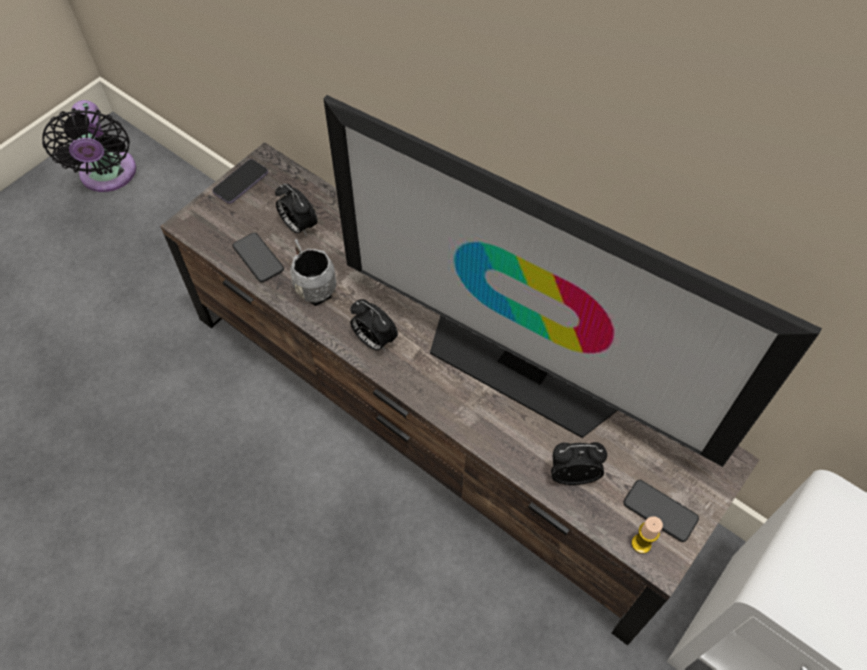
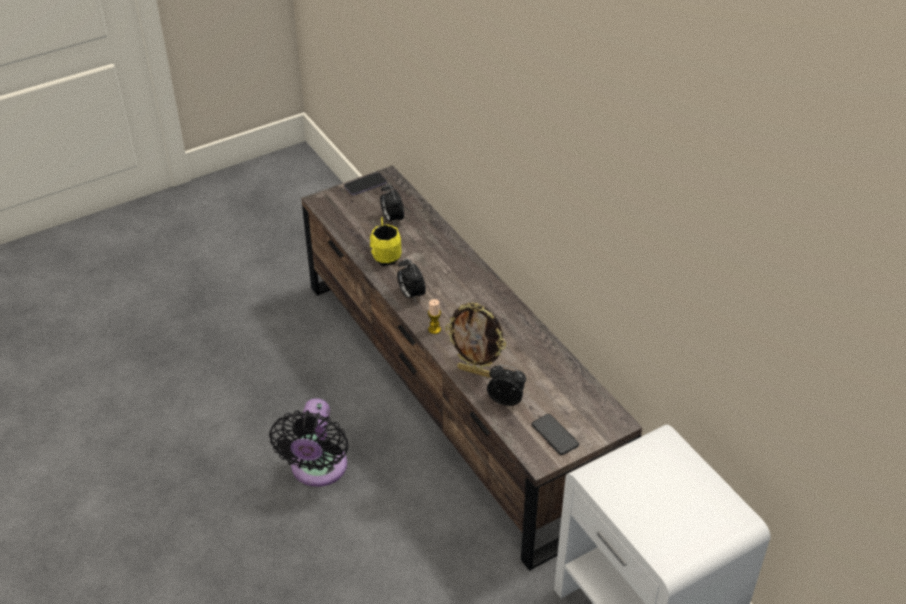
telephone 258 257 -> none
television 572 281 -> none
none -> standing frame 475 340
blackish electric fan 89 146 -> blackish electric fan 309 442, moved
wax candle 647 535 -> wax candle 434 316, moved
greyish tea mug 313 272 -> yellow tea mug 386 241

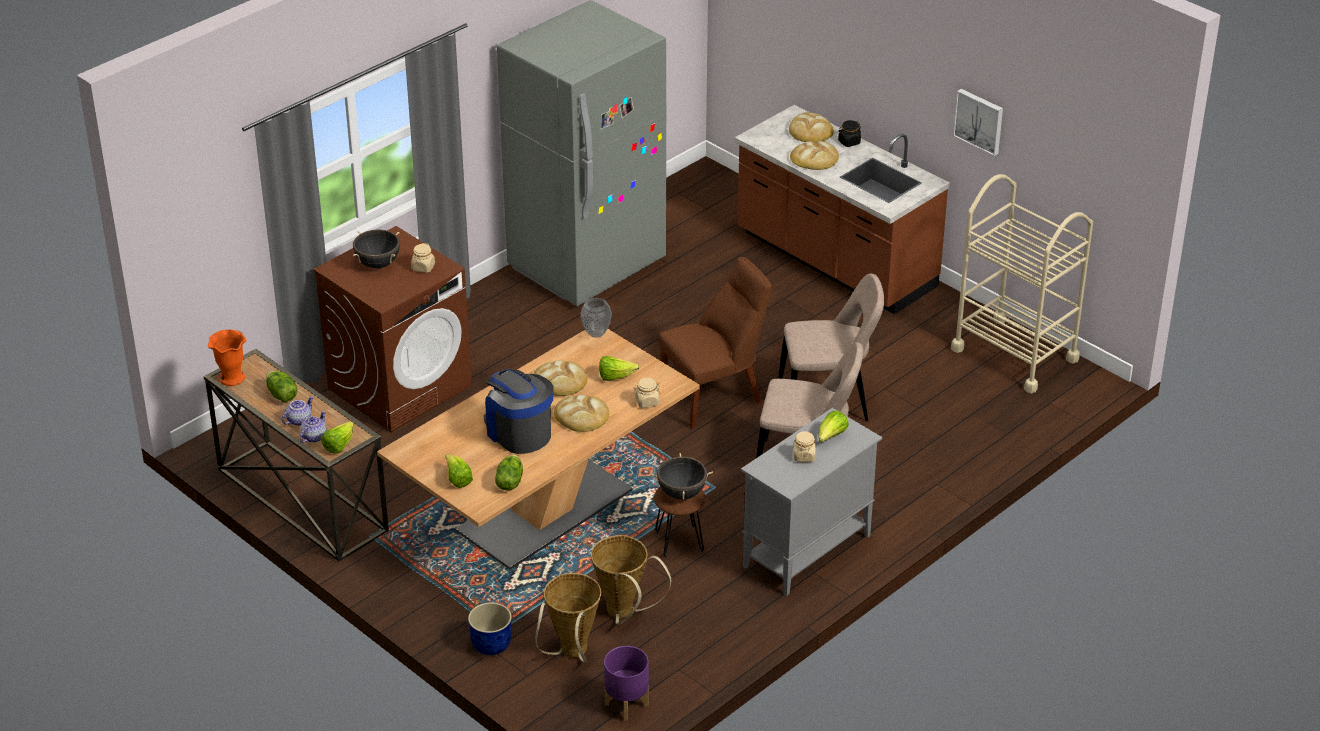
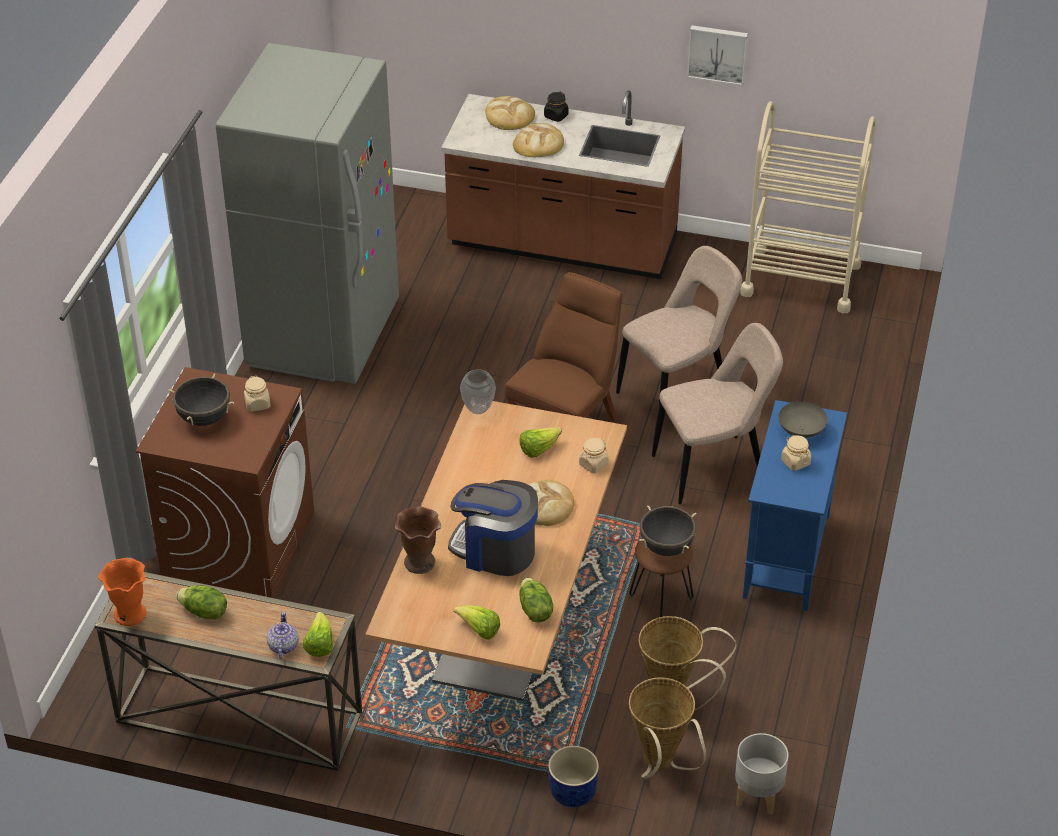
tea pot 298 411 -> none
bakery bread 561 378 -> none
none -> brown vase 418 540
lettuce head 834 427 -> greyish deep dish 803 419
purple flower pot 626 683 -> greyish flower pot 762 774
greyish cabinet 811 502 -> bluish cabinet 795 505

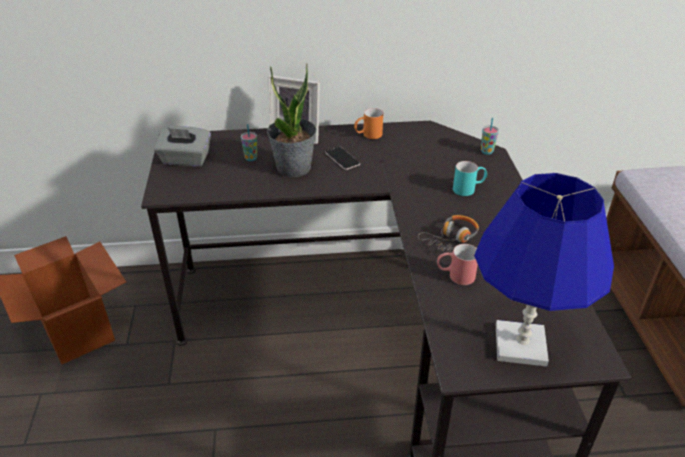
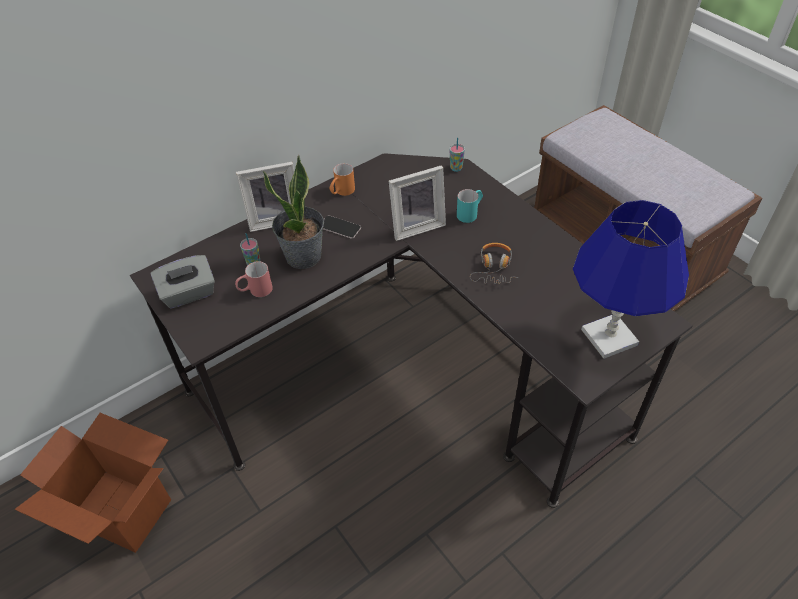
none -> standing frame 417 203
red-coloured tea mug 457 264 -> red-coloured tea mug 254 279, moved

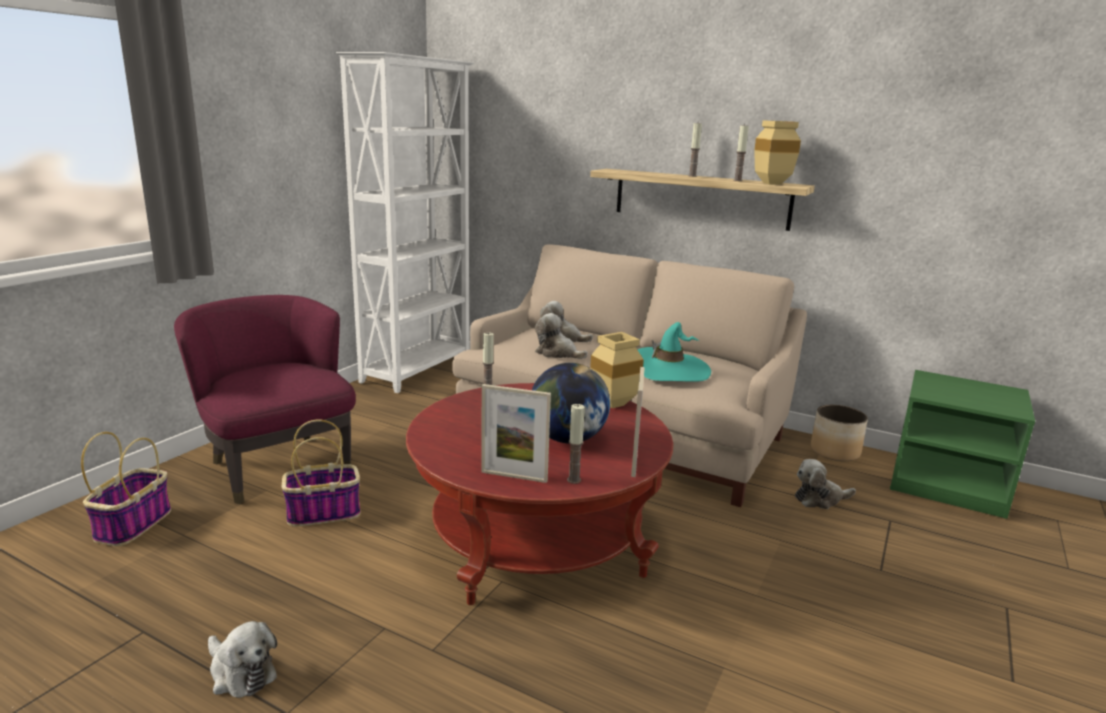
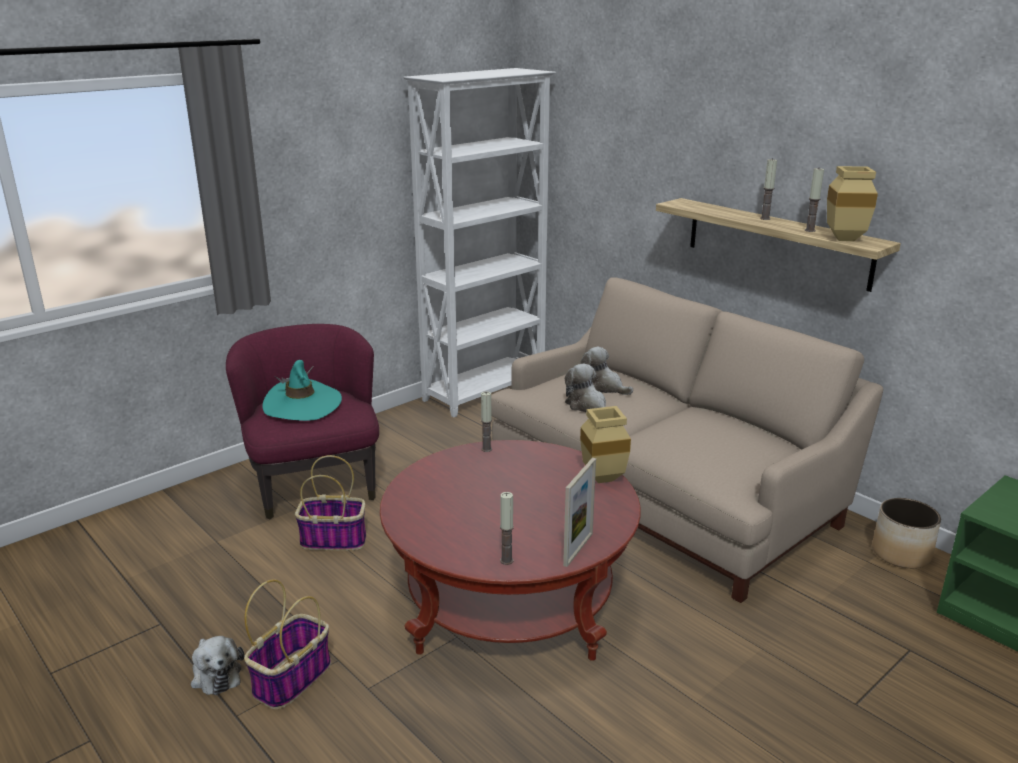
standing frame 516 433 -> none
globe 571 403 -> none
plush toy 825 484 -> none
household basket 126 489 -> household basket 287 644, moved
turquoise hat 674 351 -> turquoise hat 302 390, moved

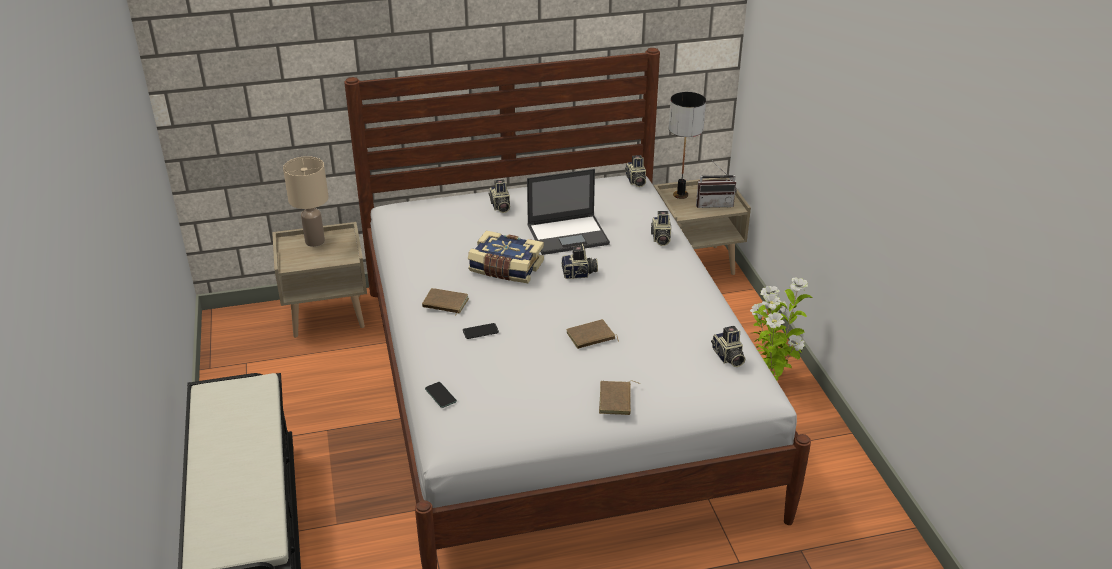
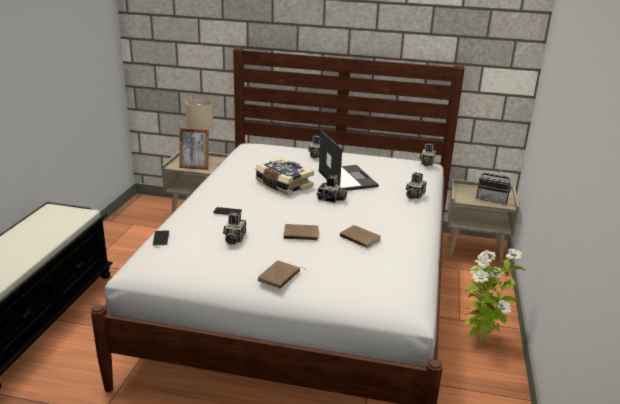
table lamp 687 145 -> none
none -> standing frame 194 149
brown book 445 302 -> brown book 360 236, moved
still camera 728 346 -> still camera 234 228, moved
laptop 568 212 -> laptop 348 160, 120 degrees counterclockwise

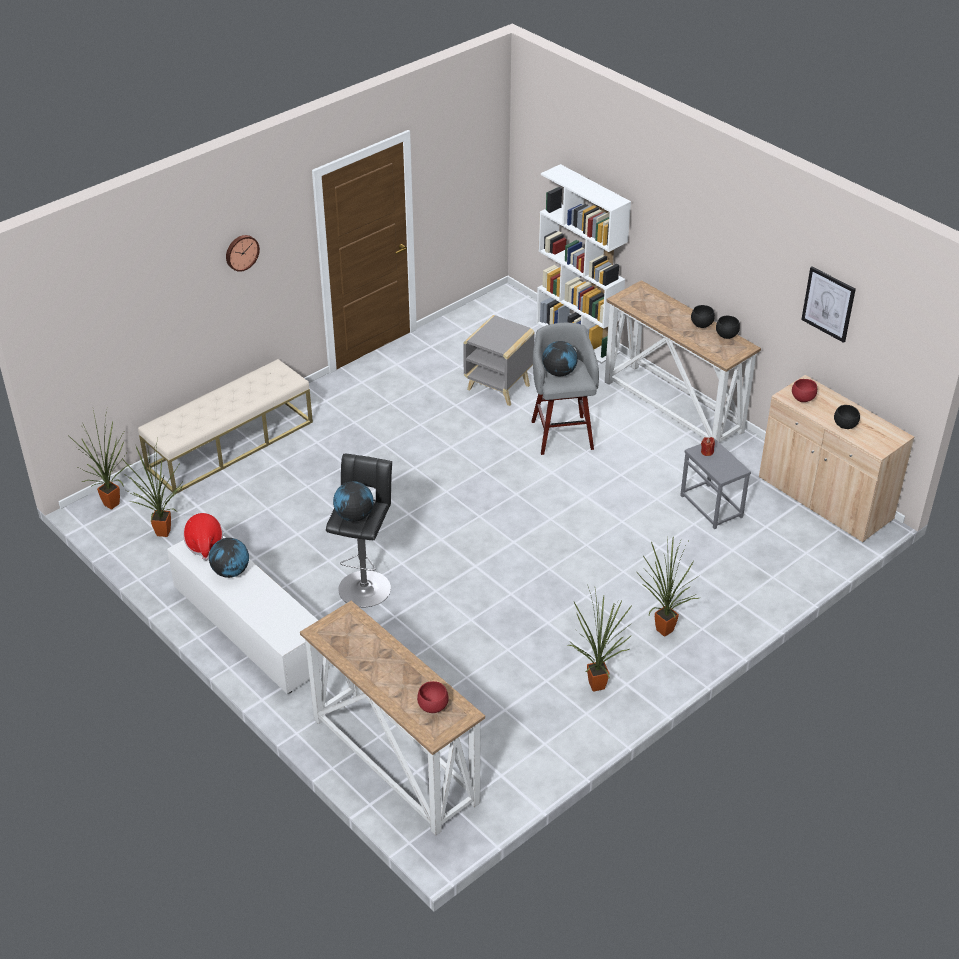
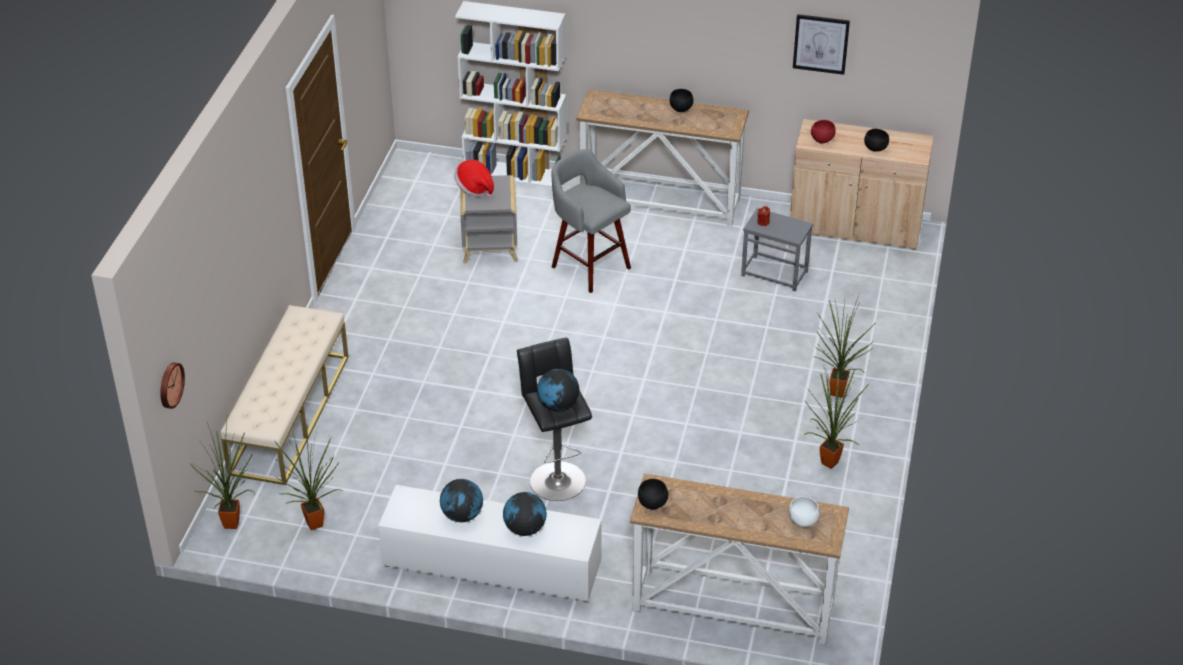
hat 203 537 -> hat 474 179, moved
clock on the wall 243 253 -> clock on the wall 172 385, moved
globe 560 358 -> globe 525 514, moved
blackish deep dish 728 327 -> blackish deep dish 653 494, moved
red-coloured deep dish 433 697 -> whitish deep dish 804 511

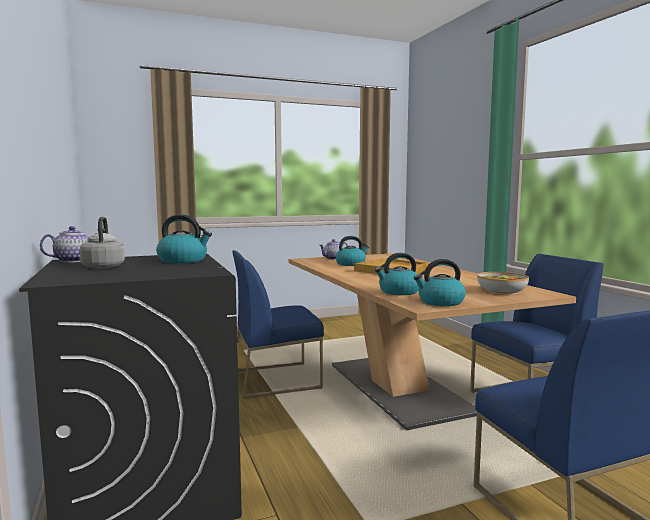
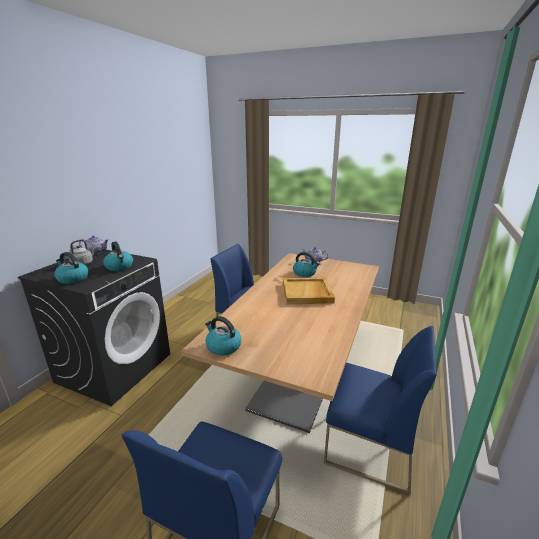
deep dish 503 283 -> none
kettle 397 274 -> kettle 71 268, moved

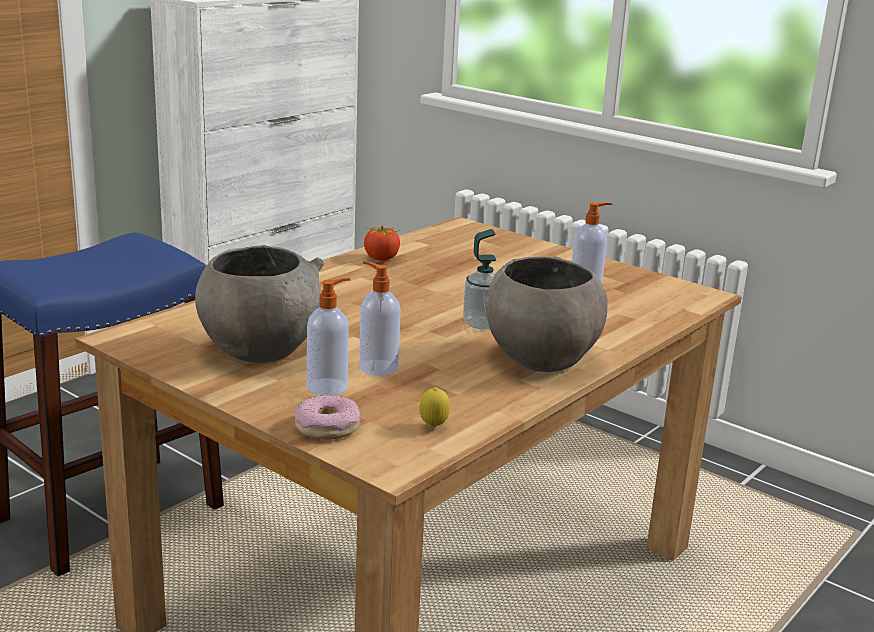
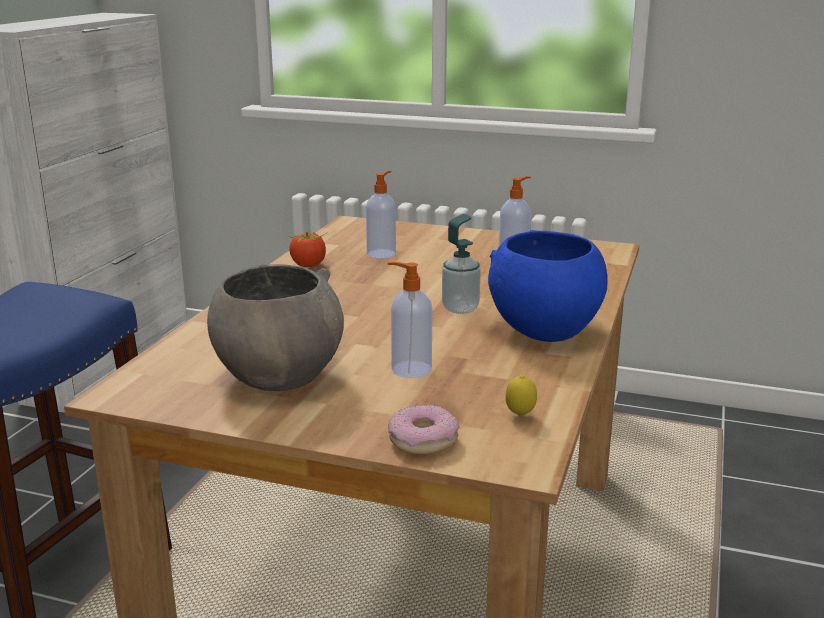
liquid soap bottle 328 337 -> liquid soap bottle 381 214, moved
greyish deep dish 546 314 -> bluish deep dish 548 286

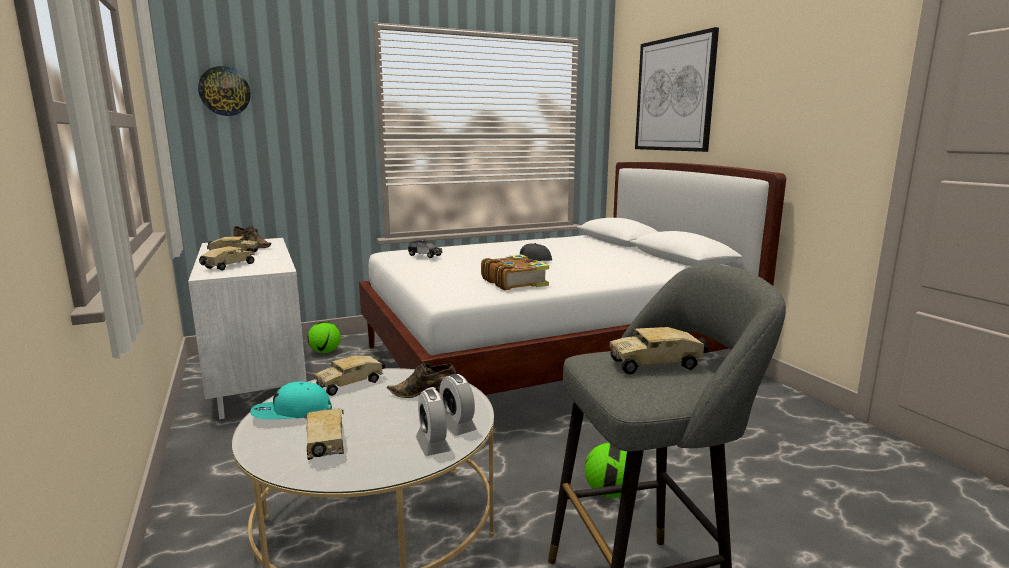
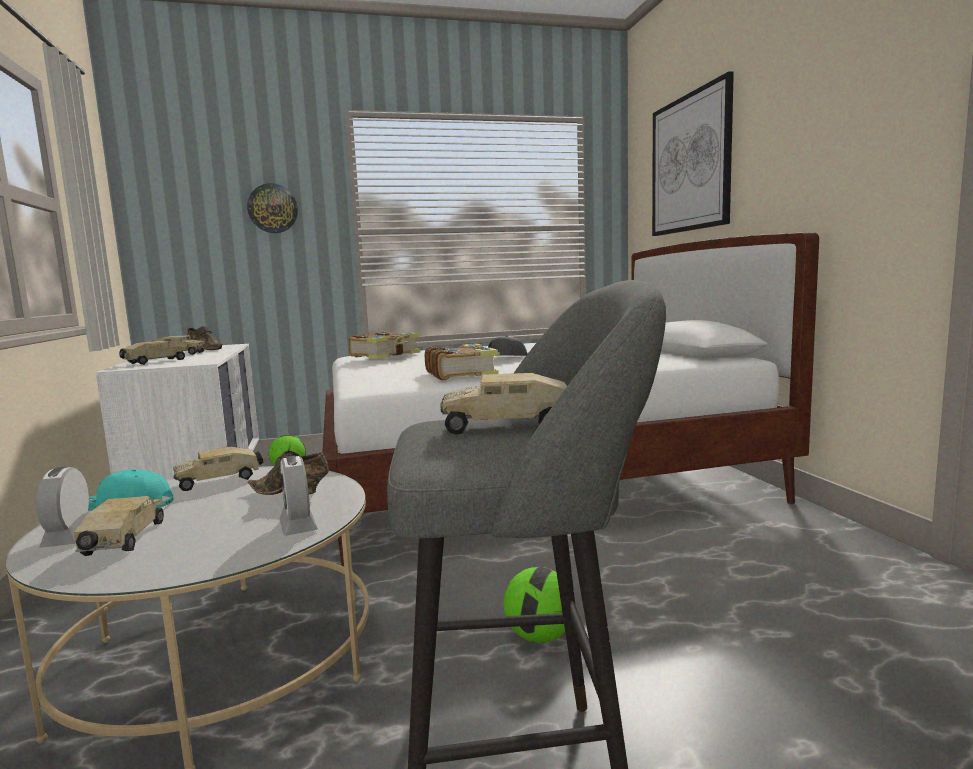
clock on the wall 224 91 -> clock on the wall 272 208, moved
table clock 433 422 -> table clock 62 507, moved
toy car 425 248 -> book 384 345

